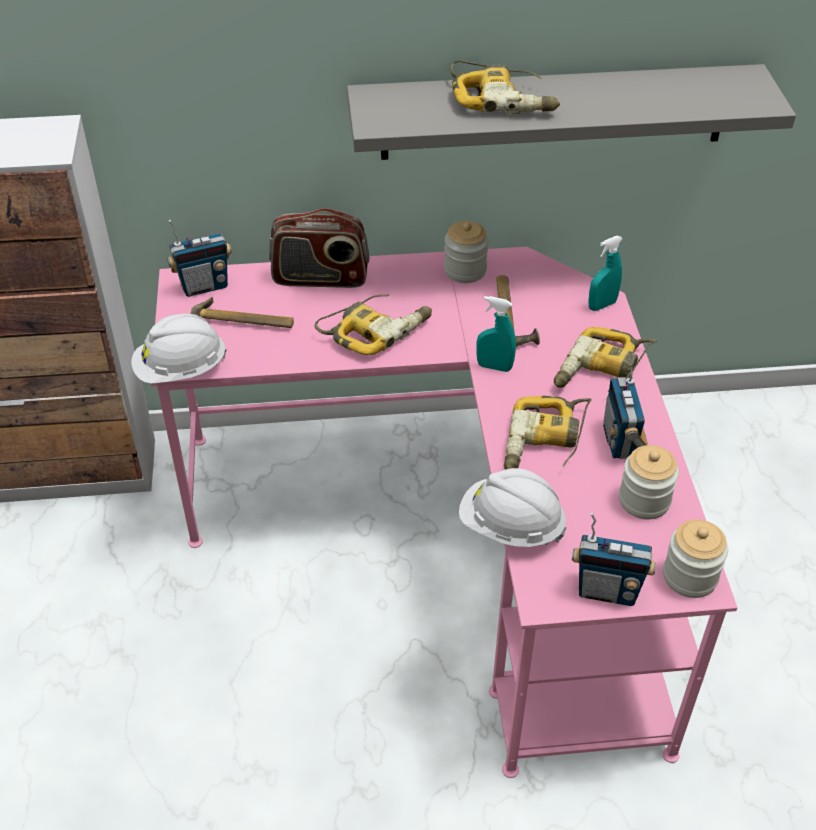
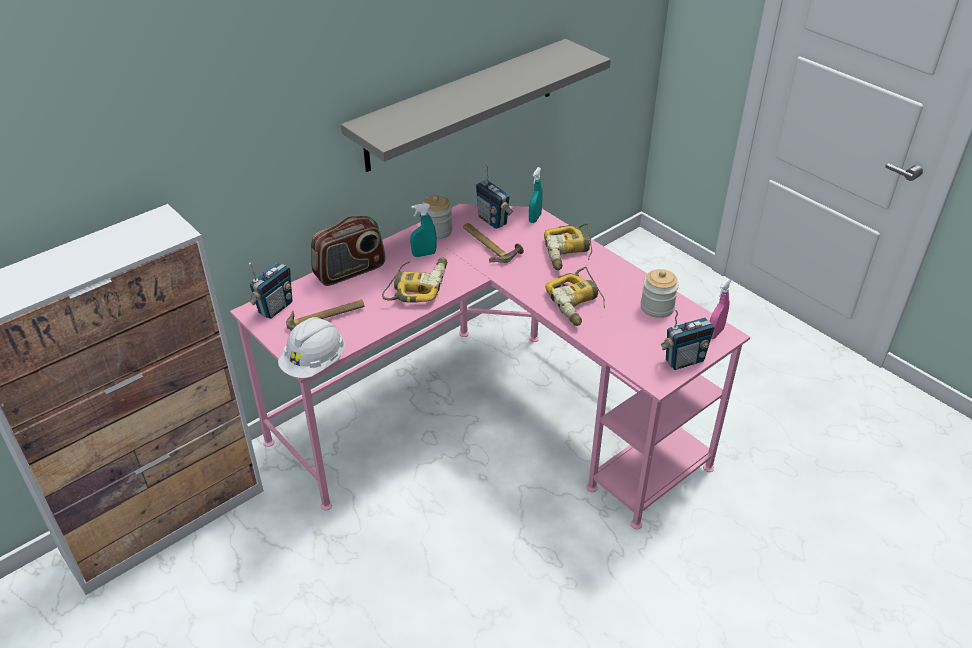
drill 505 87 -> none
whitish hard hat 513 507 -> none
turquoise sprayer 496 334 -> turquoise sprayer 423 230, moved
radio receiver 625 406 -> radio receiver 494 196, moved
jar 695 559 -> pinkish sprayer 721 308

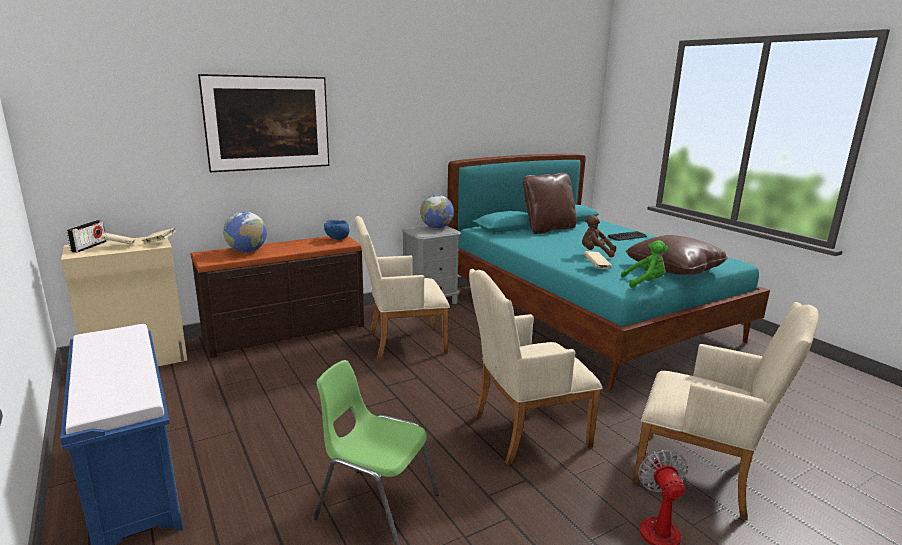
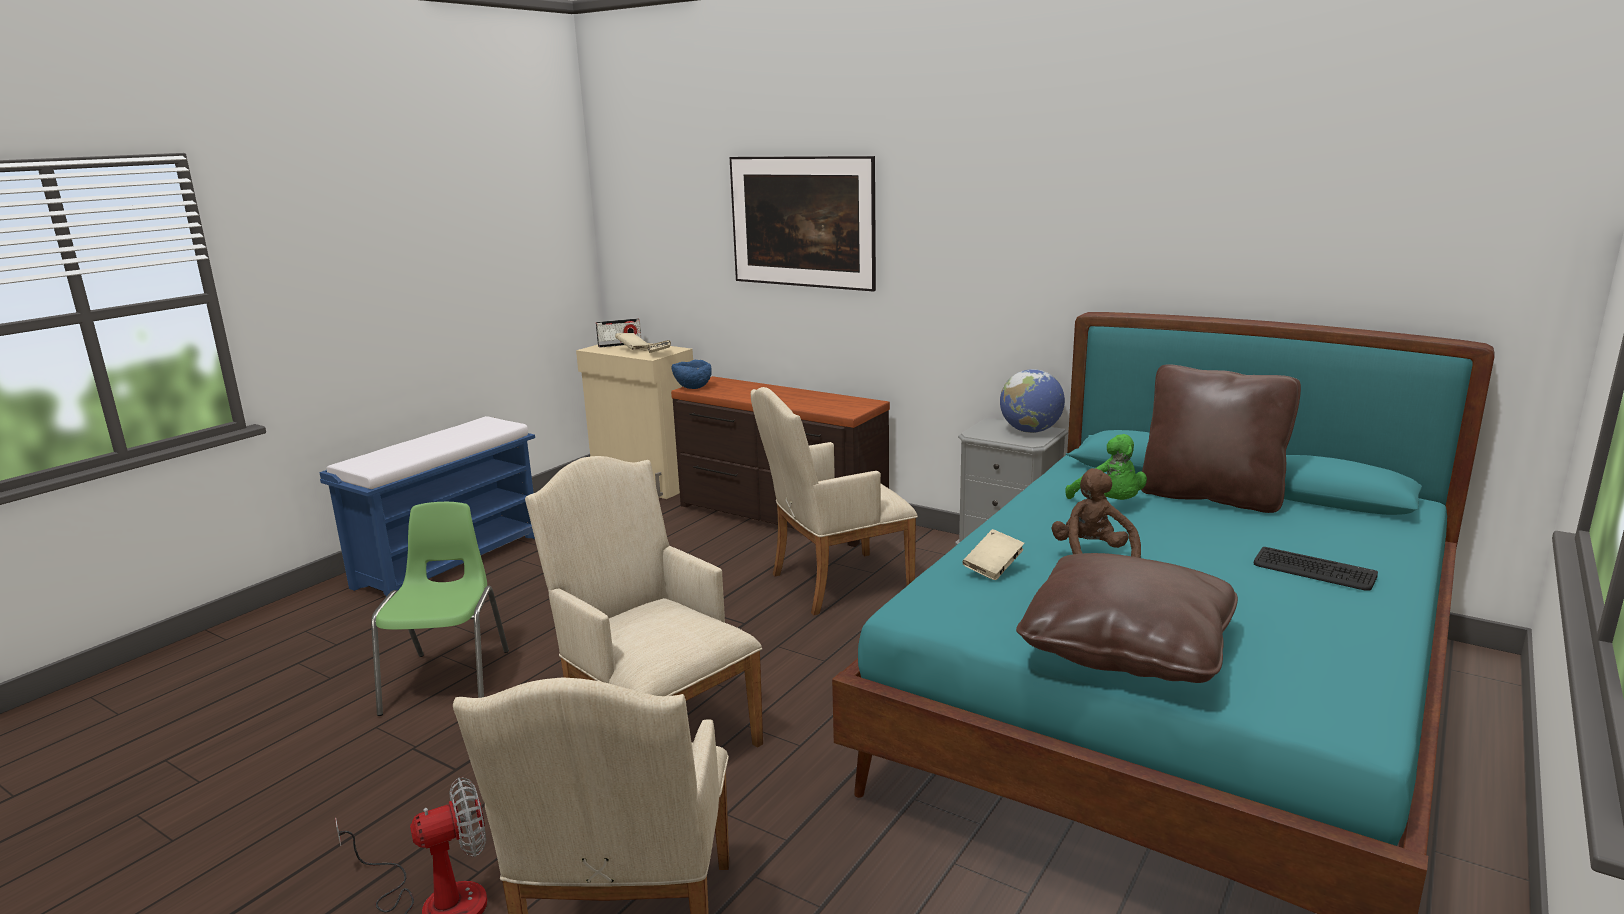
globe 245 232 -> none
bluish deep dish 337 230 -> bluish deep dish 692 374, moved
green-coloured plush toy 645 264 -> green-coloured plush toy 1106 467, moved
beige-coloured armchair 402 288 -> beige-coloured armchair 834 501, 75 degrees counterclockwise

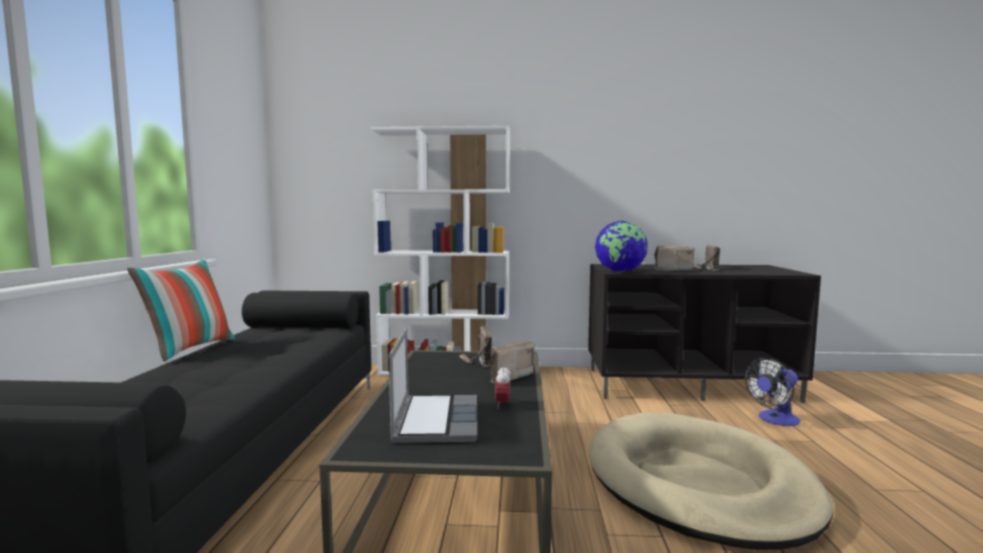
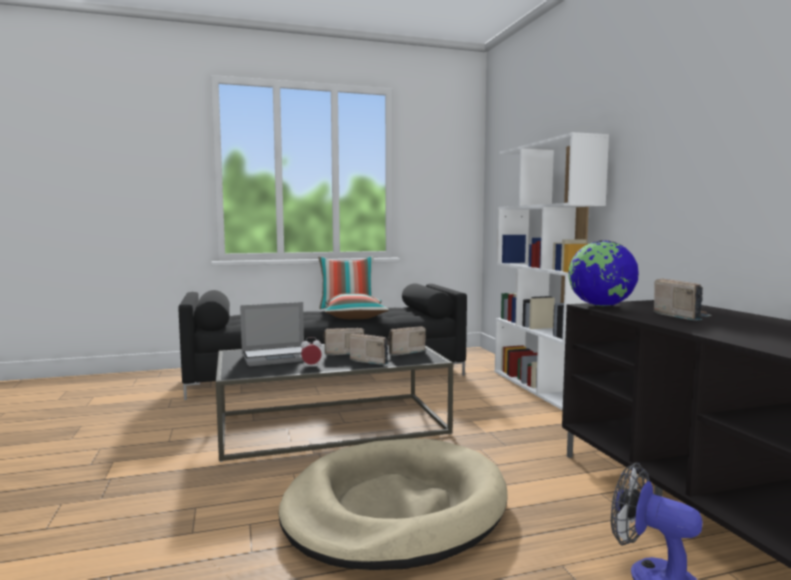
none -> cushion 357 306
radio receiver 707 258 -> radio receiver 343 341, moved

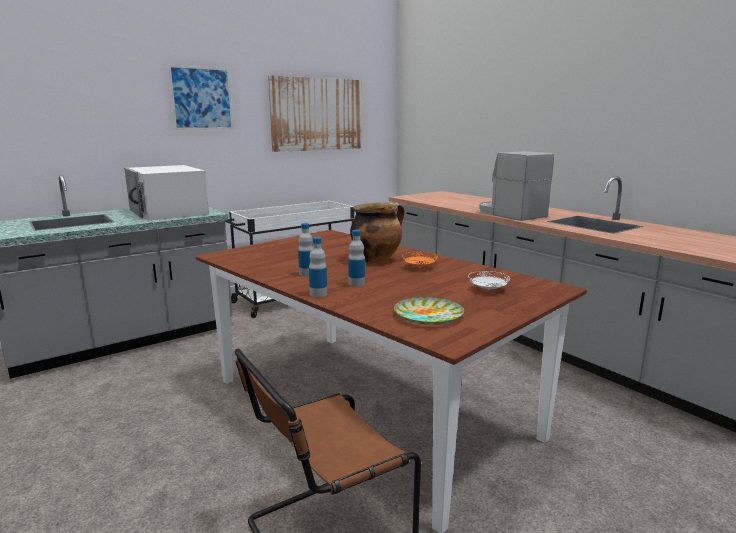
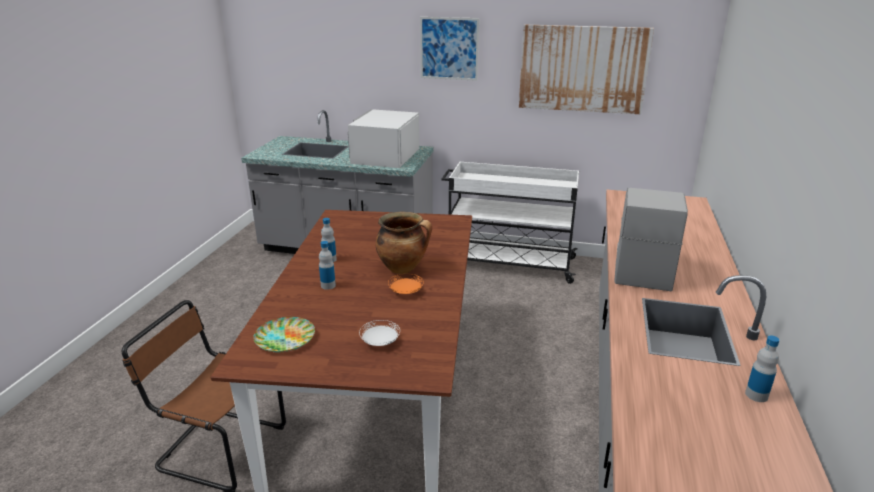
drink bottle 318 267 -> drink bottle 762 368, moved

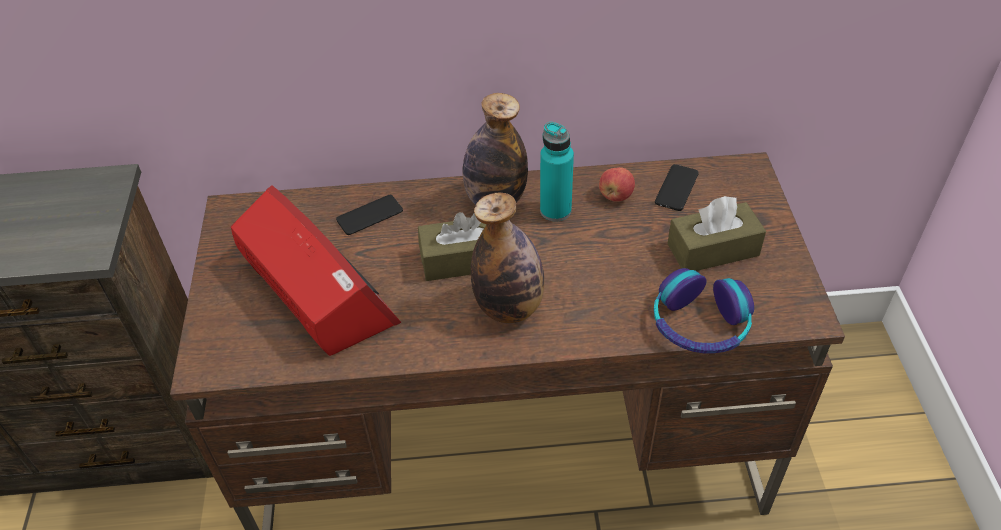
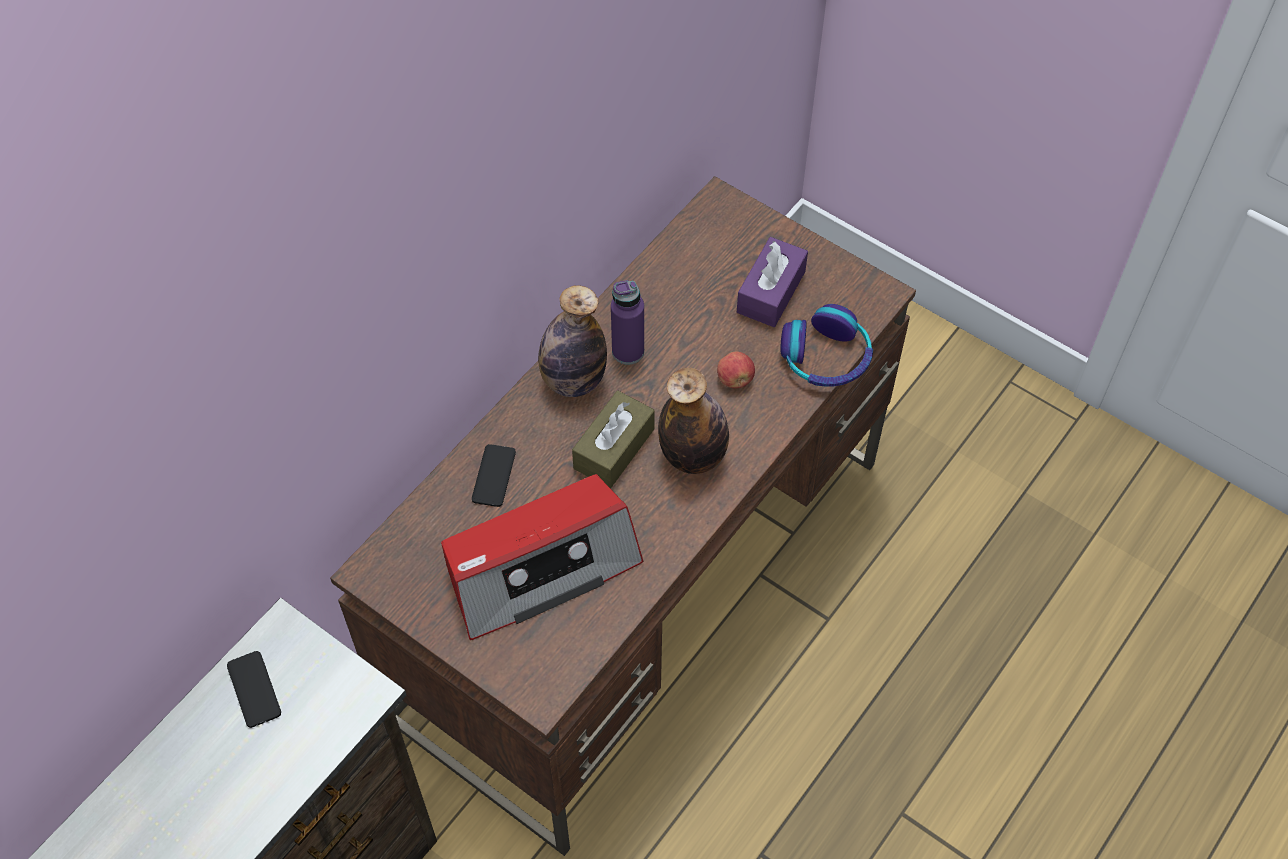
apple fruit 617 184 -> apple fruit 736 370, moved
telephone 677 187 -> telephone 254 689, moved
turquoise drink bottle 557 171 -> purple drink bottle 627 322
brown tissue box 716 233 -> purple tissue box 772 282
radio receiver 316 270 -> radio receiver 542 557, 150 degrees clockwise

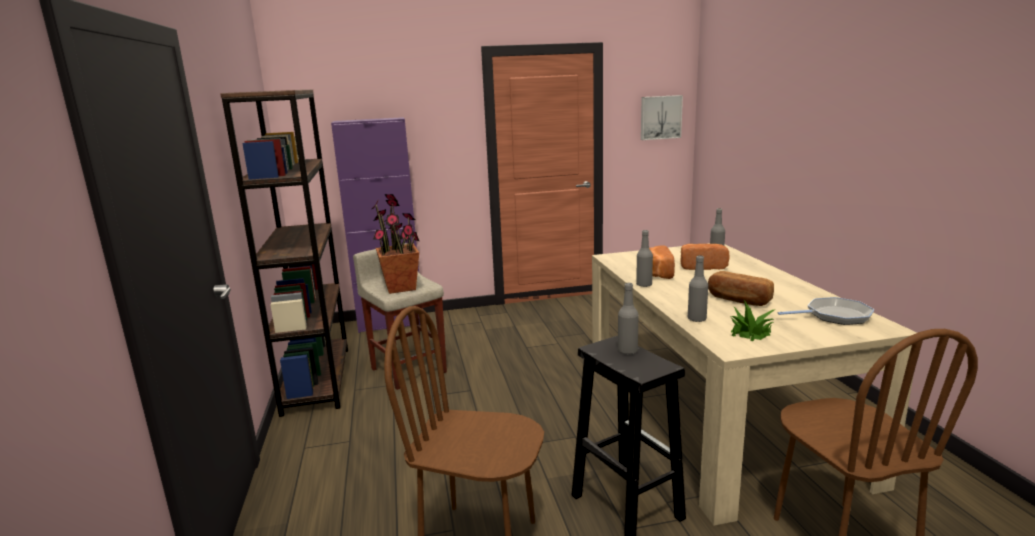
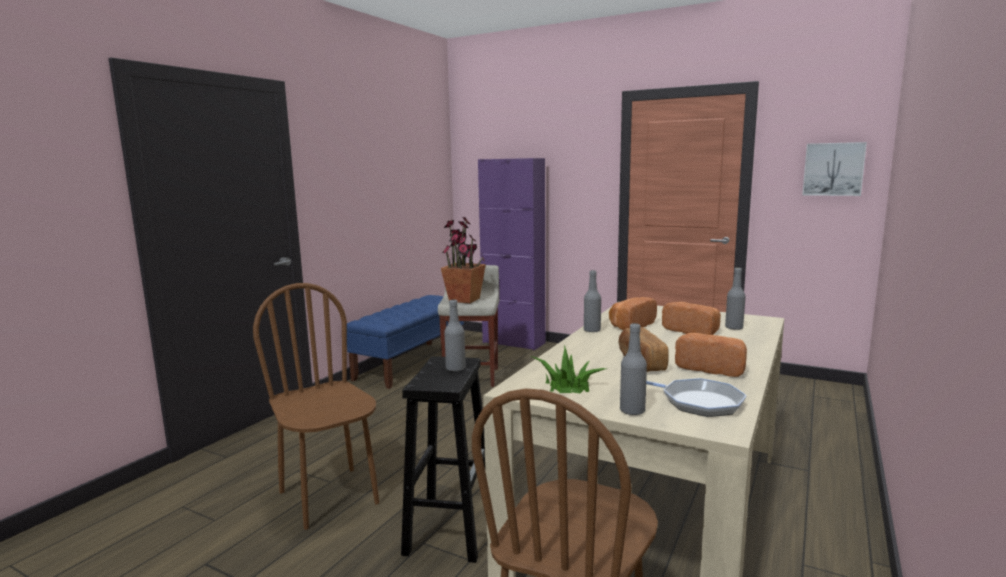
none -> bakery bread 711 355
greyish drink bottle 698 288 -> greyish drink bottle 633 369, moved
brown shelving unit 284 253 -> bluish indoor bench 405 342

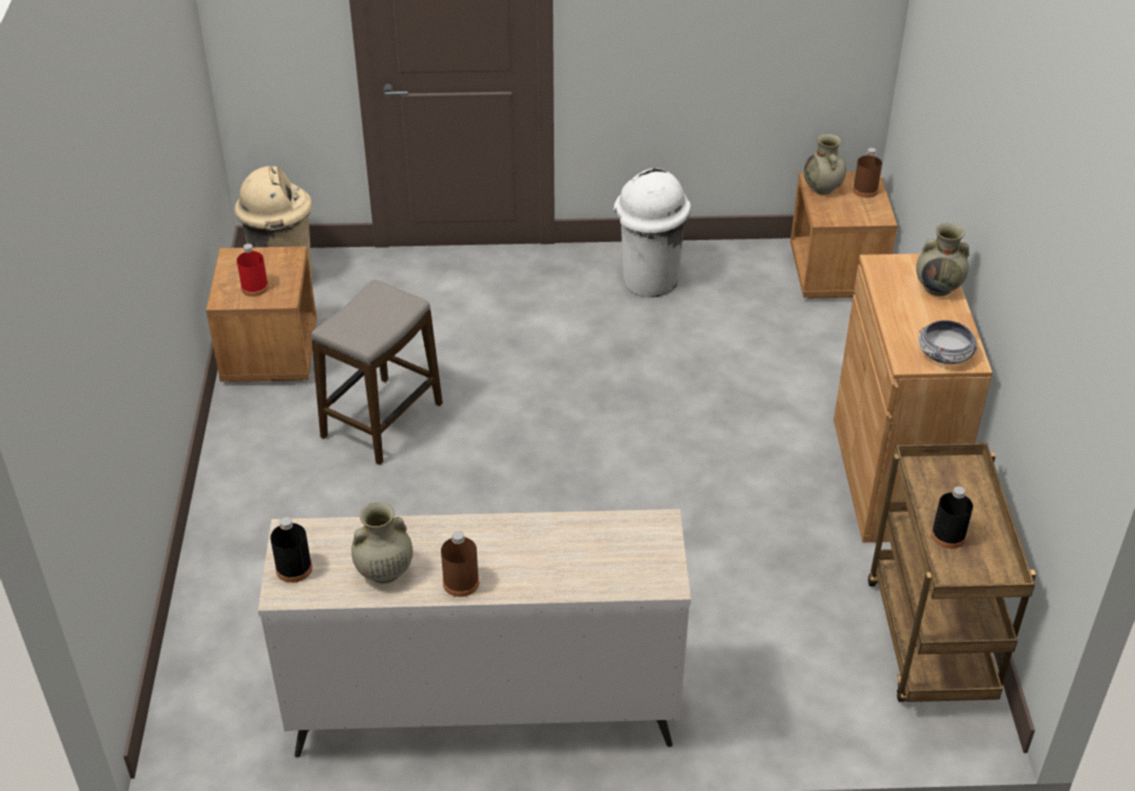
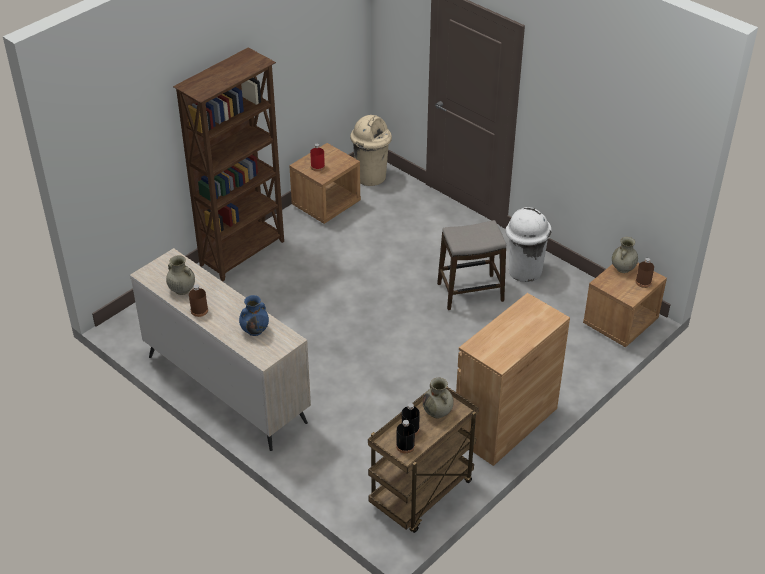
deep dish 948 342 -> none
none -> brown shelving unit 228 164
none -> bluish vase 254 315
blackish drink bottle 291 550 -> blackish drink bottle 405 436, moved
sitting stool 377 372 -> sitting stool 471 265, moved
beige-coloured vase 942 259 -> beige-coloured vase 438 398, moved

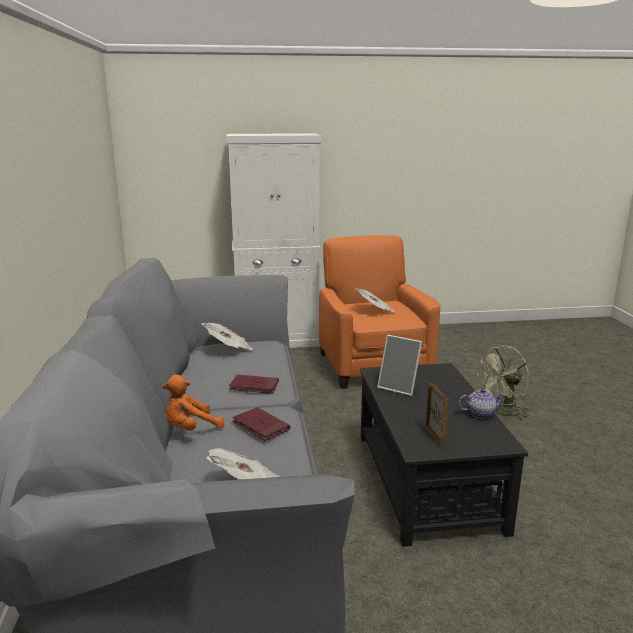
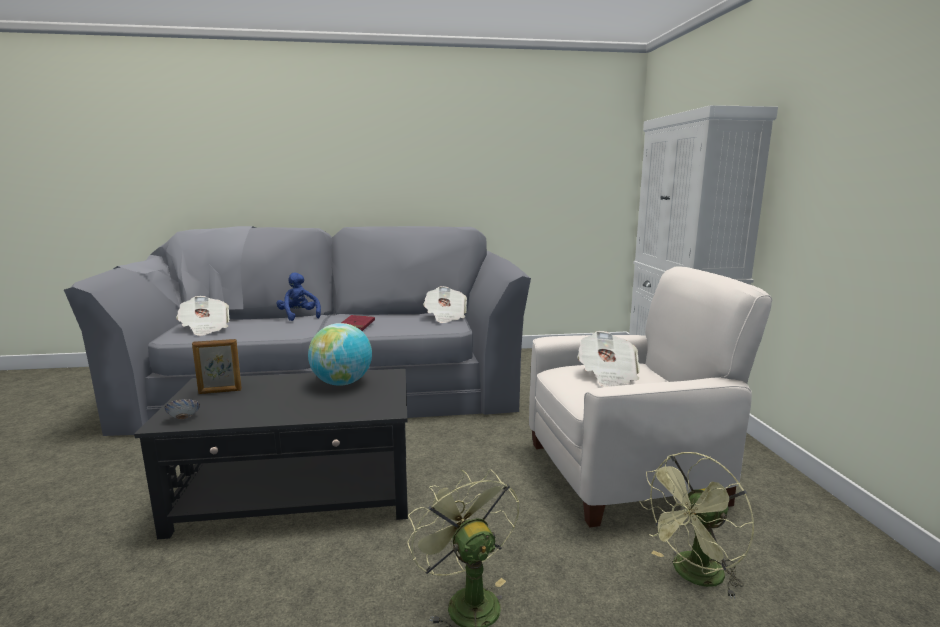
red-coloured book 261 424 -> none
tea pot 482 404 -> none
none -> deep dish 182 409
none -> green-coloured electric fan 696 525
standing frame 399 365 -> globe 340 354
orange-coloured plush toy 193 403 -> bluish plush toy 298 296
orange-coloured armchair 380 312 -> whitish armchair 650 397

